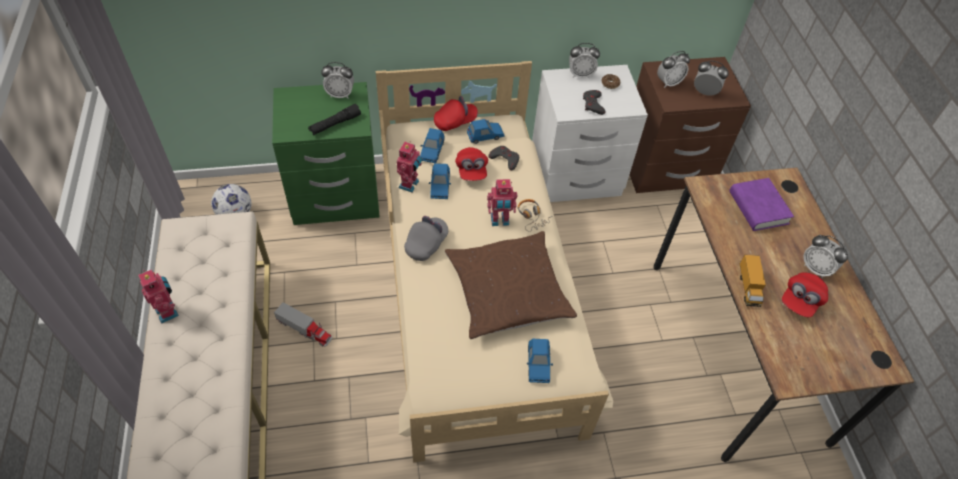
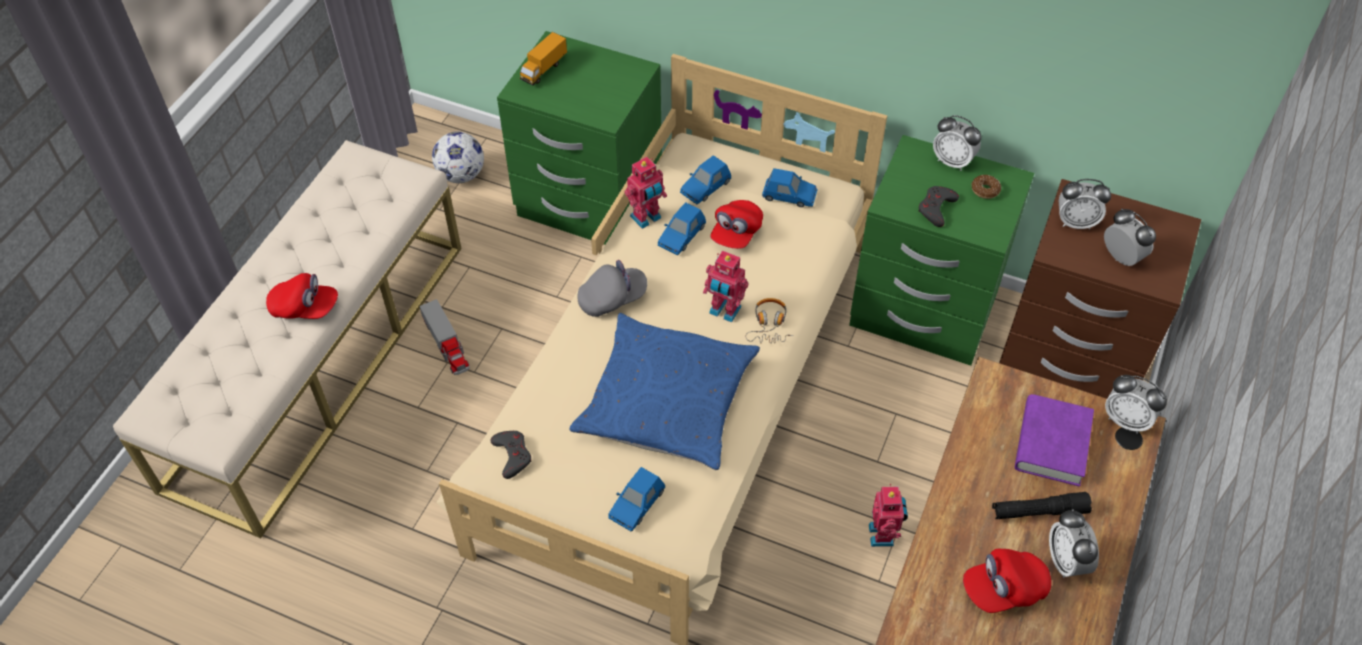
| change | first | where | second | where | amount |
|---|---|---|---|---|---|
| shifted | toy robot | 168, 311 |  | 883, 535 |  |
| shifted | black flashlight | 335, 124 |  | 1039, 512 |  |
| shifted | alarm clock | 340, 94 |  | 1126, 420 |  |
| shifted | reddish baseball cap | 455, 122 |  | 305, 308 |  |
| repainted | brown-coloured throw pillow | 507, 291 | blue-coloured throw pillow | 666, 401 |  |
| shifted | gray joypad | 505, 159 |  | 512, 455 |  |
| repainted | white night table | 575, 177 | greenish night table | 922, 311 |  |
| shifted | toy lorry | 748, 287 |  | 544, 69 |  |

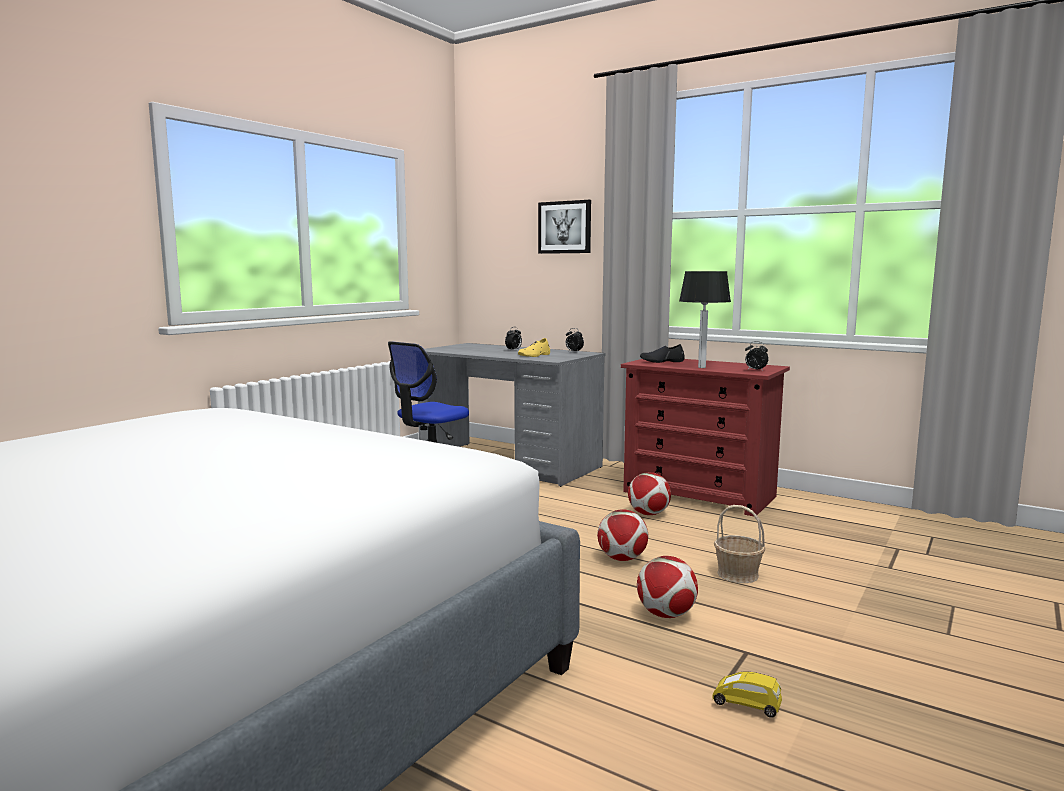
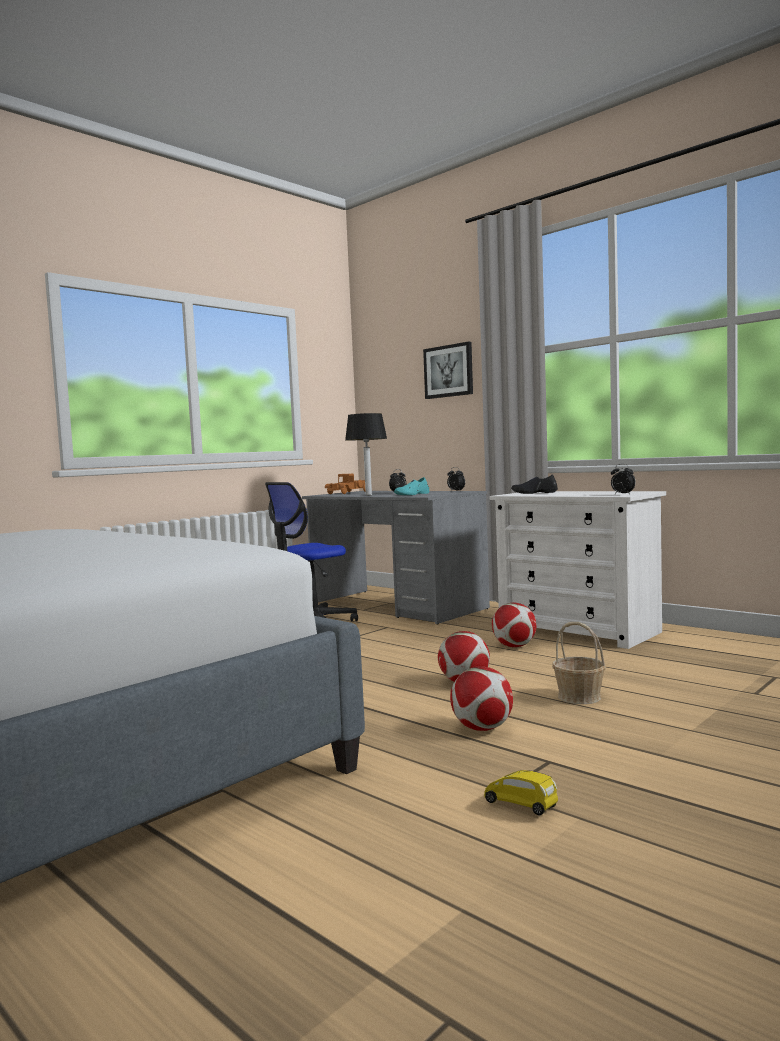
| change | first | where | second | where | amount |
|---|---|---|---|---|---|
| repainted | yellow-coloured item of footwear | 534, 355 | blue-green item of footwear | 412, 494 |  |
| repainted | reddish drawer chest | 699, 494 | white drawer chest | 578, 630 |  |
| shifted | table lamp | 702, 367 |  | 369, 495 |  |
| new |  |  | toy lorry | 349, 492 |  |

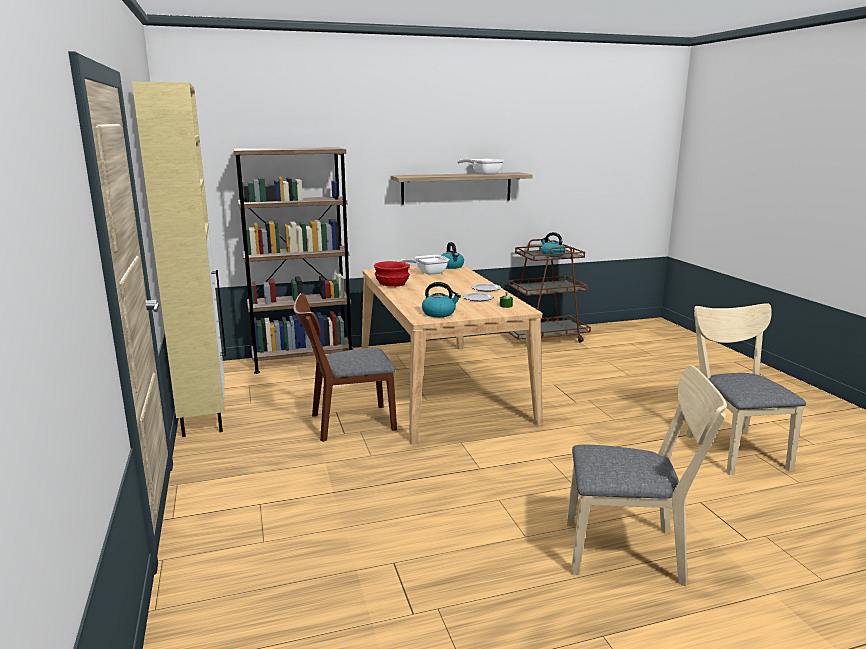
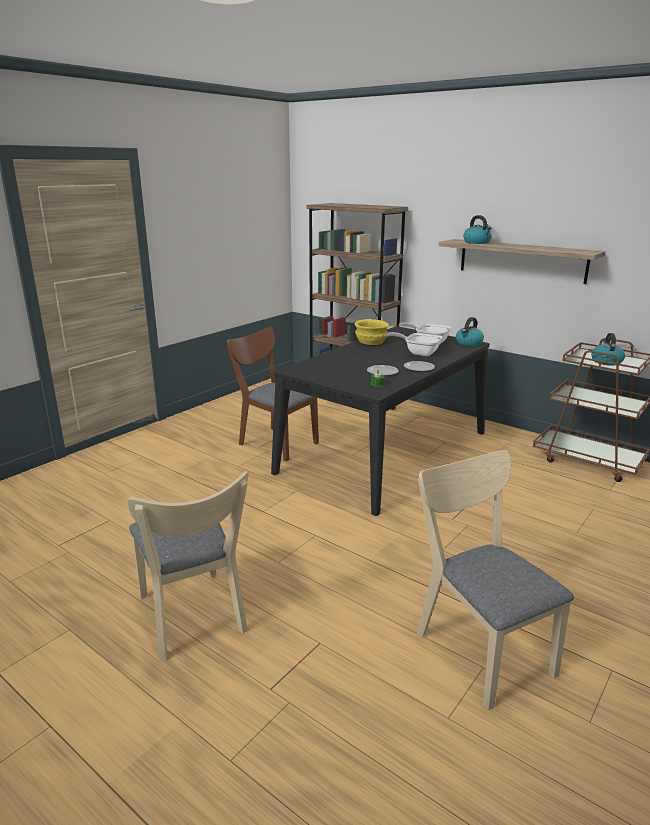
| change | first | where | second | where | amount |
|---|---|---|---|---|---|
| gone | sand-coloured storage cabinet | 204, 414 |  |  |  |
| repainted | sand-coloured dining table | 440, 387 | black dining table | 385, 451 |  |
| repainted | reddish deep dish | 392, 284 | yellow-coloured deep dish | 371, 342 |  |
| shifted | tea kettle | 439, 313 |  | 477, 242 |  |
| shifted | pan | 483, 174 |  | 418, 353 |  |
| rotated | sand-coloured upright chair | 732, 448 |  | 478, 646 | 75 degrees counterclockwise |

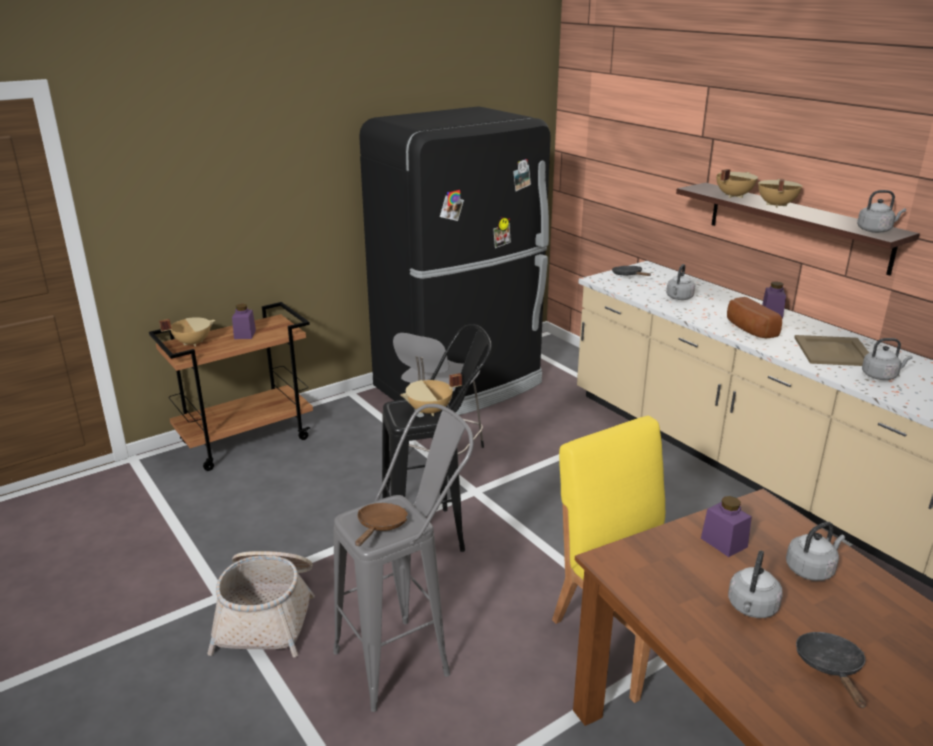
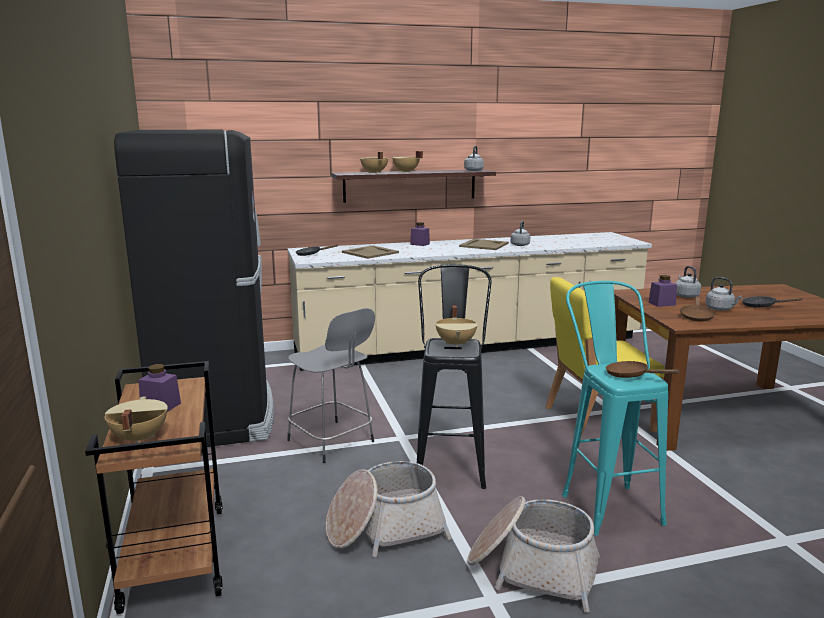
| change | first | where | second | where | amount |
|---|---|---|---|---|---|
| repainted | gray stool seat | 407, 656 | blue-green stool seat | 604, 501 |  |
| swapped | gray tea kettle | 679, 298 | sand-coloured carrying tray | 370, 252 |  |
| gone | bakery bread | 748, 329 |  |  |  |
| new |  |  | storage basket | 385, 528 |  |
| new |  |  | brown-coloured pan | 696, 316 |  |

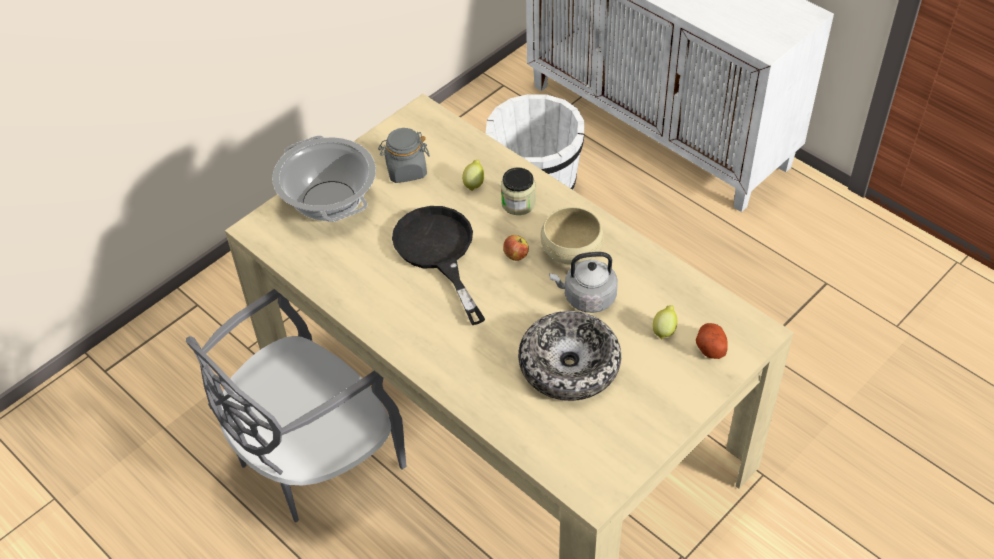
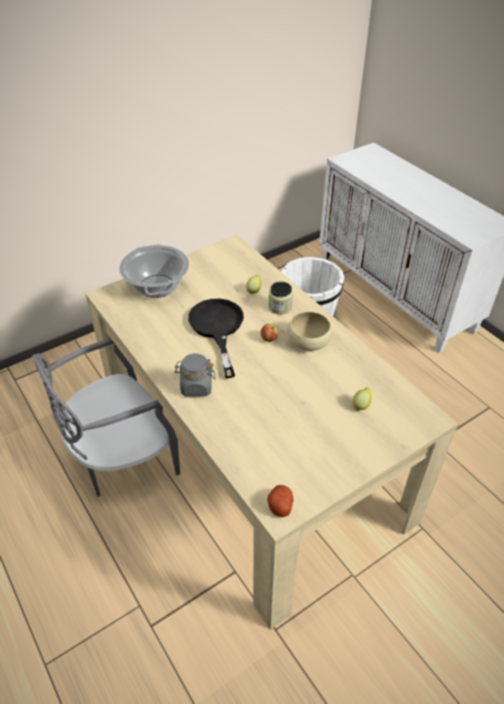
| change | first | where | second | where | amount |
|---|---|---|---|---|---|
| shifted | gray preserve jar | 406, 170 |  | 196, 386 |  |
| gone | deep dish | 569, 365 |  |  |  |
| gone | gray tea kettle | 587, 297 |  |  |  |
| shifted | whole potato | 710, 347 |  | 280, 505 |  |

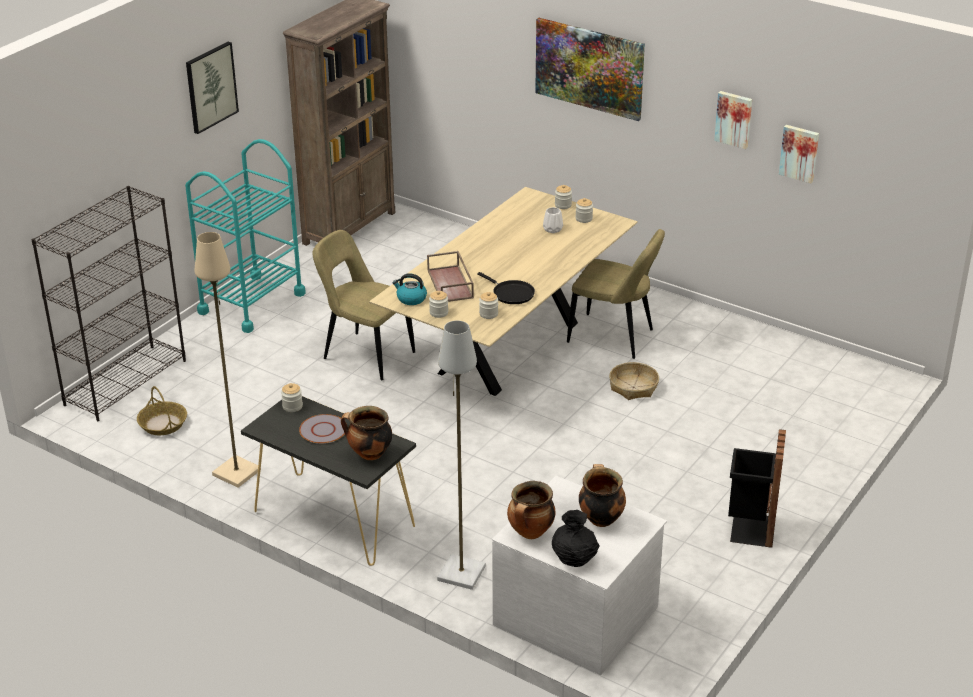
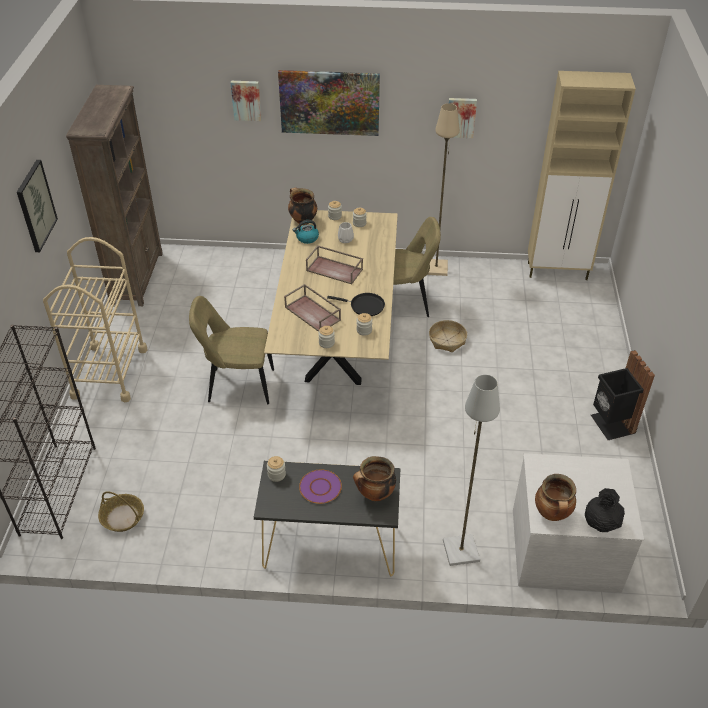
| change | first | where | second | where | amount |
|---|---|---|---|---|---|
| repainted | blue-green wheeled cart | 251, 303 | sand-coloured wheeled cart | 109, 372 |  |
| shifted | sand-coloured floor lamp | 237, 472 |  | 436, 268 |  |
| repainted | gray flat dish | 323, 430 | purple-coloured flat dish | 320, 487 |  |
| shifted | tea kettle | 411, 299 |  | 307, 238 |  |
| shifted | cooking pot | 600, 518 |  | 302, 220 |  |
| shifted | picture | 799, 153 |  | 246, 100 |  |
| new |  |  | brown-coloured carrying tray | 335, 270 |  |
| new |  |  | sand-coloured storage cabinet | 558, 271 |  |

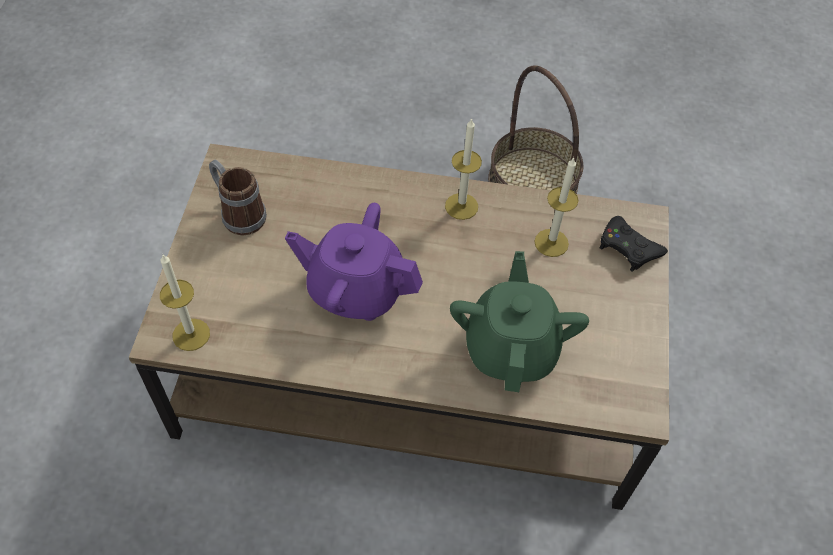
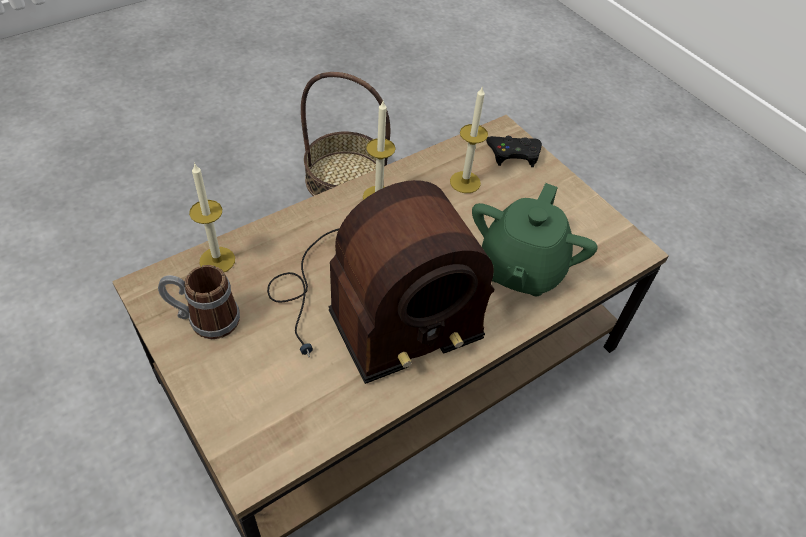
| change | first | where | second | where | amount |
|---|---|---|---|---|---|
| shifted | wax light | 191, 334 |  | 217, 260 |  |
| swapped | purple-coloured tea pot | 355, 290 | radio receiver | 370, 309 |  |
| rotated | greenish tea pot | 511, 348 |  | 520, 269 | 120 degrees counterclockwise |

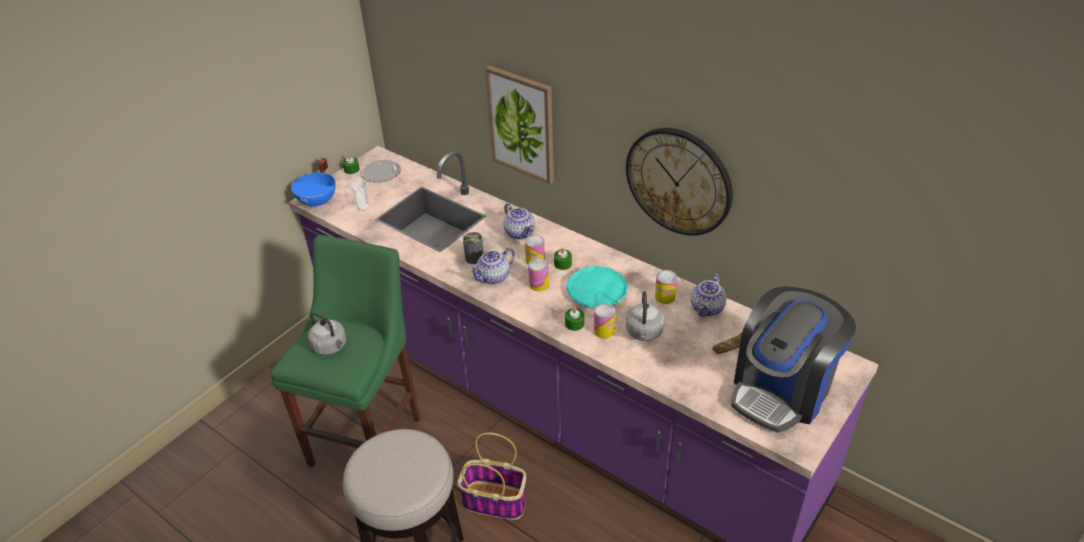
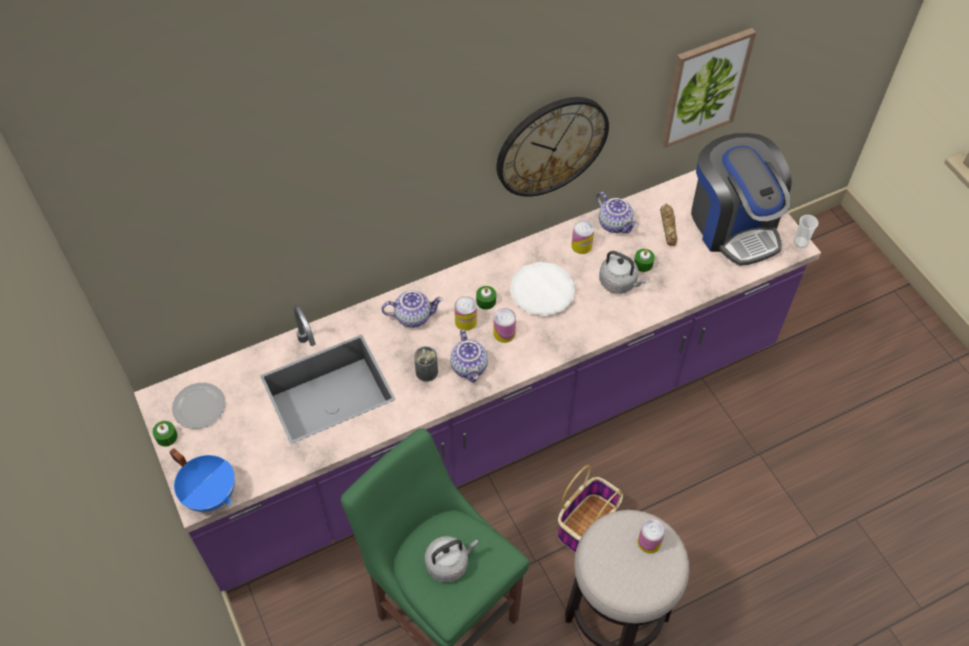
| change | first | where | second | where | amount |
|---|---|---|---|---|---|
| shifted | small cup | 363, 207 |  | 801, 242 |  |
| shifted | picture | 522, 124 |  | 704, 87 |  |
| shifted | greenish wax light | 574, 324 |  | 643, 264 |  |
| repainted | blue-green flat dish | 597, 290 | white flat dish | 542, 291 |  |
| shifted | sealed can | 604, 330 |  | 649, 542 |  |

